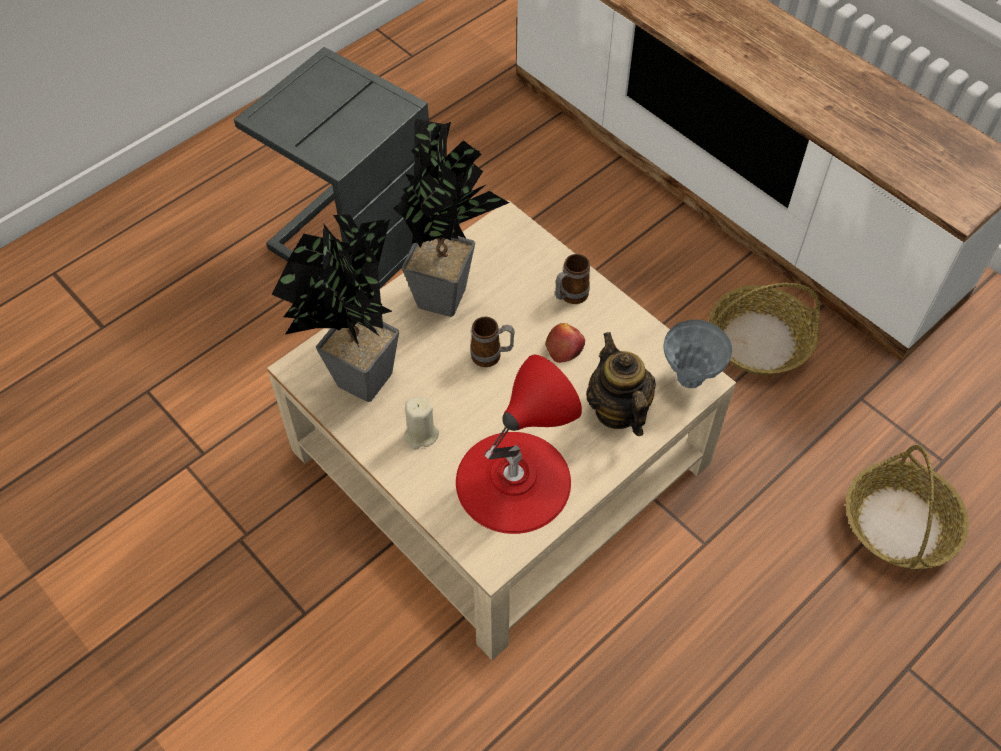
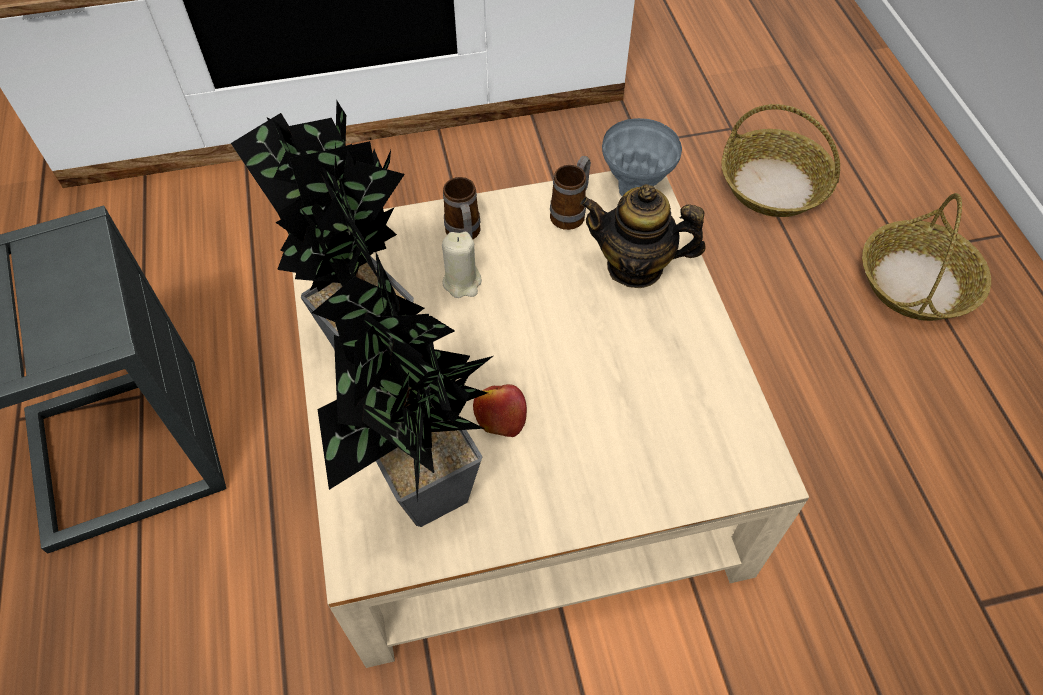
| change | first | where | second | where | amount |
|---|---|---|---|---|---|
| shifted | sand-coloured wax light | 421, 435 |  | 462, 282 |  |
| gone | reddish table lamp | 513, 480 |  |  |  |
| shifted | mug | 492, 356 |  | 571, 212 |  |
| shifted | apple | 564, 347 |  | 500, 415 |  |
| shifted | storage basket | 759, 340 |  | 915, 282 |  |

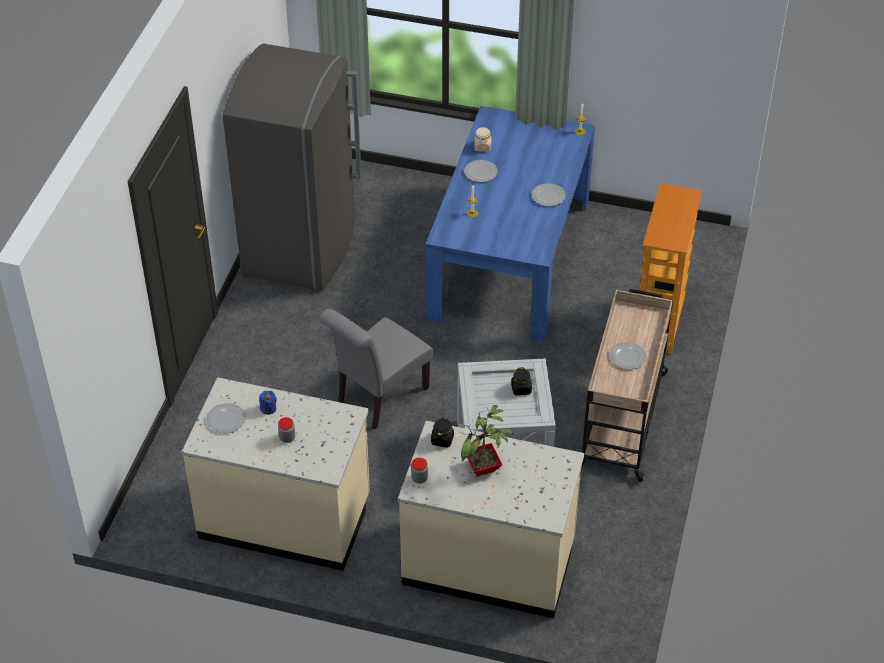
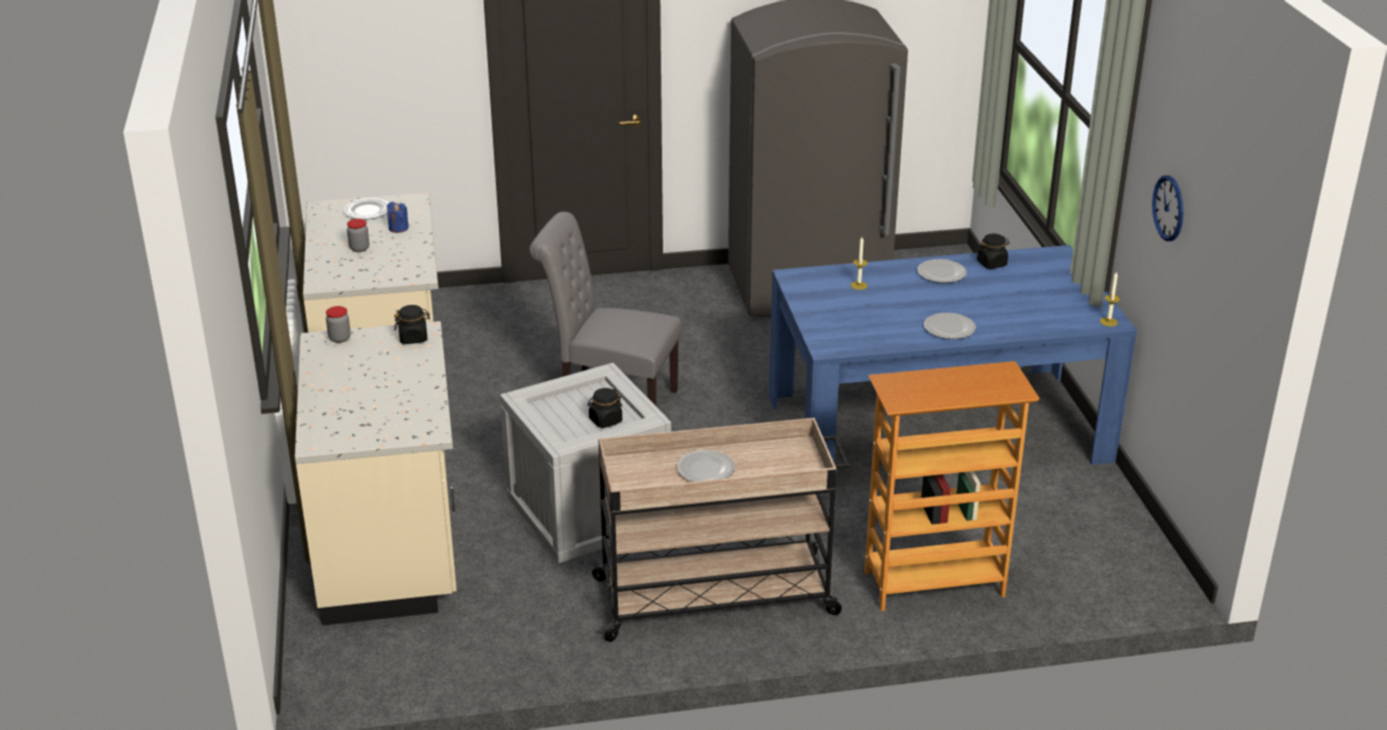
| change | first | where | second | where | amount |
|---|---|---|---|---|---|
| gone | plant in a pot | 483, 469 |  |  |  |
| repainted | sand-coloured preserve jar | 482, 146 | black preserve jar | 992, 263 |  |
| new |  |  | hanging clock | 1168, 208 |  |

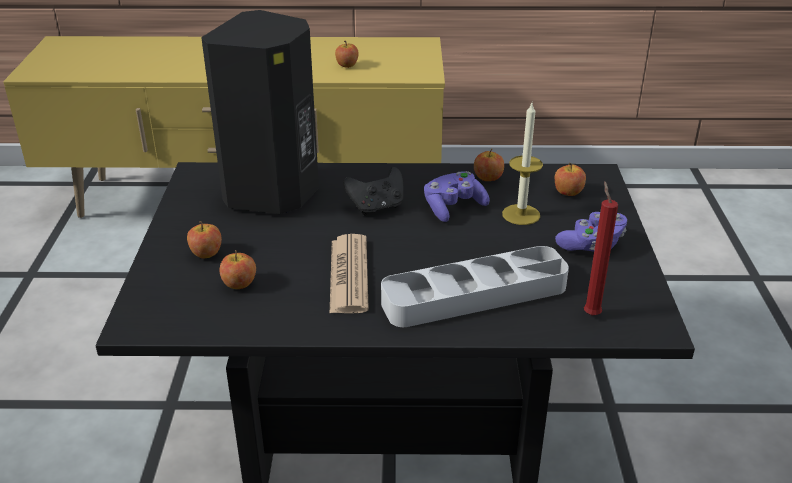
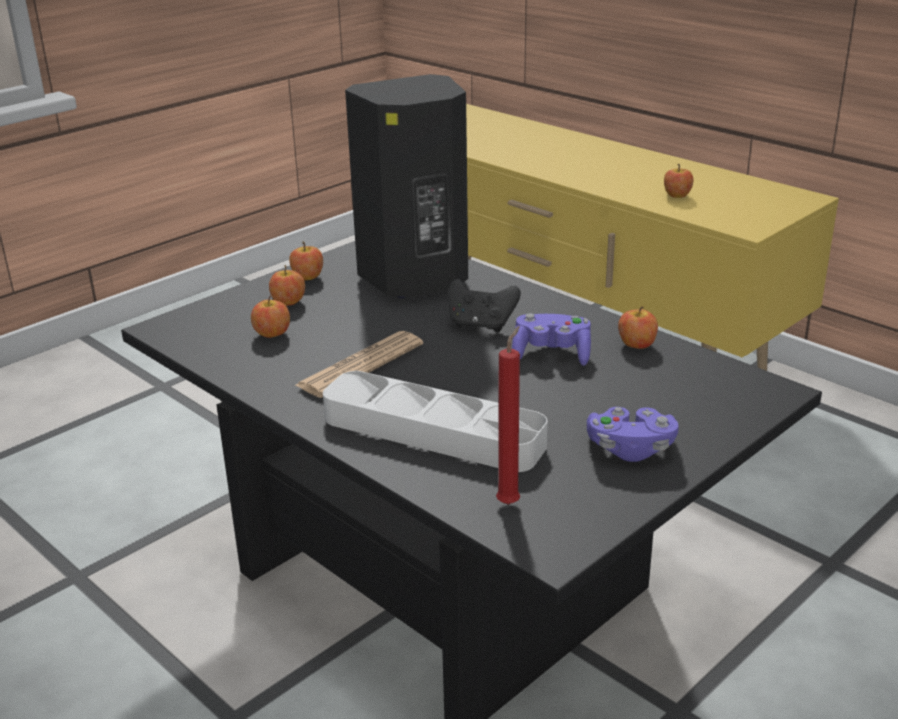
| change | first | where | second | where | amount |
|---|---|---|---|---|---|
| gone | wax light | 521, 214 |  |  |  |
| shifted | apple | 568, 192 |  | 307, 277 |  |

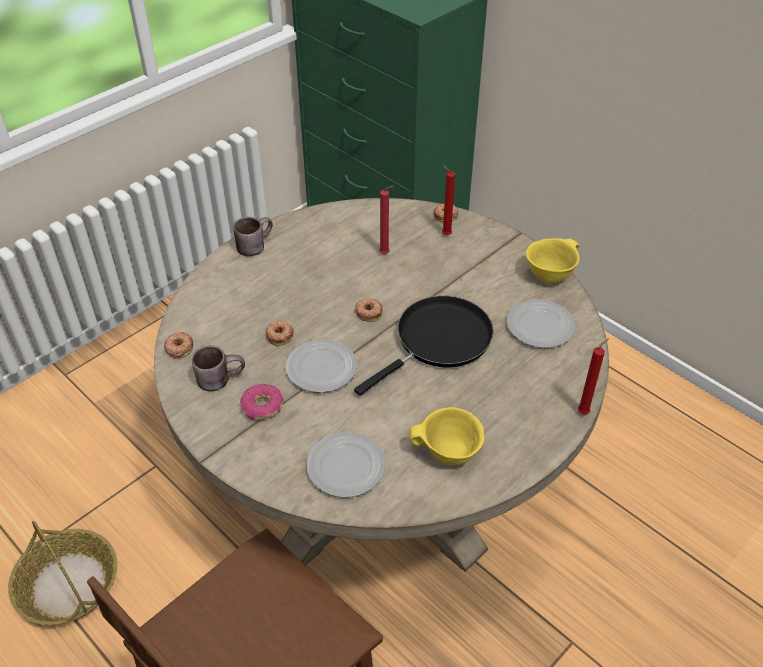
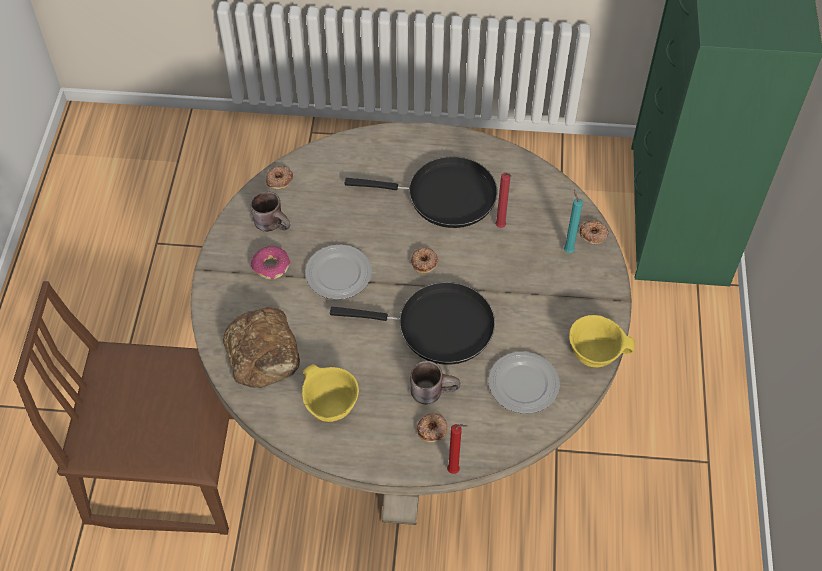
| change | first | where | second | where | amount |
|---|---|---|---|---|---|
| gone | storage basket | 68, 585 |  |  |  |
| shifted | brown-coloured mug | 253, 244 |  | 433, 389 |  |
| shifted | donut | 280, 335 |  | 432, 429 |  |
| swapped | flat dish | 347, 466 | bakery bread | 264, 353 |  |
| repainted | reddish wax light | 445, 234 | blue-green wax light | 567, 250 |  |
| new |  |  | black pan | 444, 196 |  |

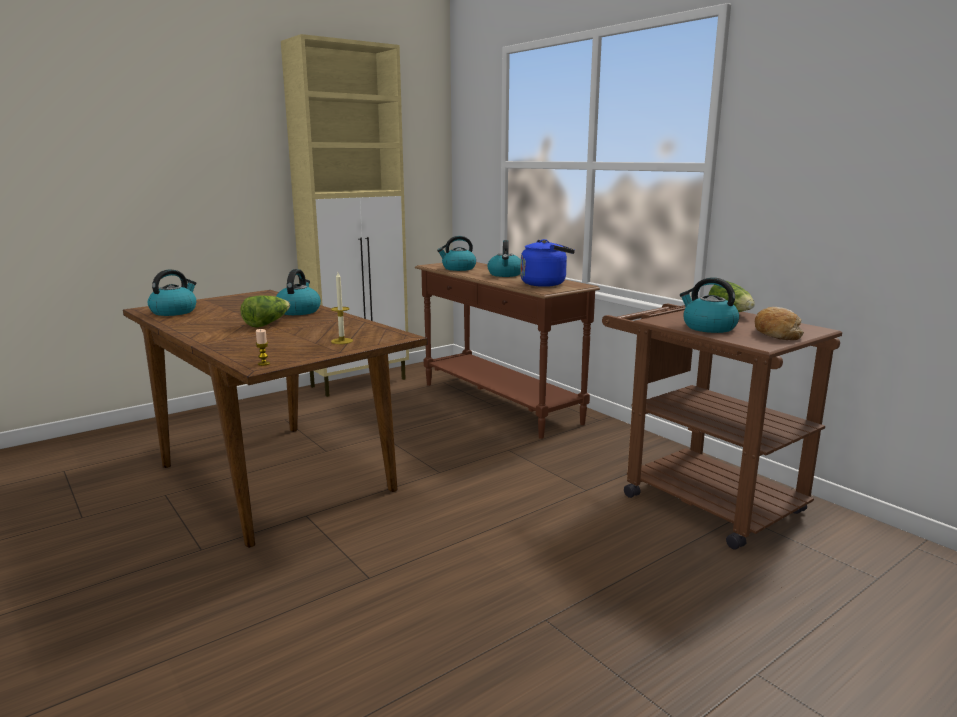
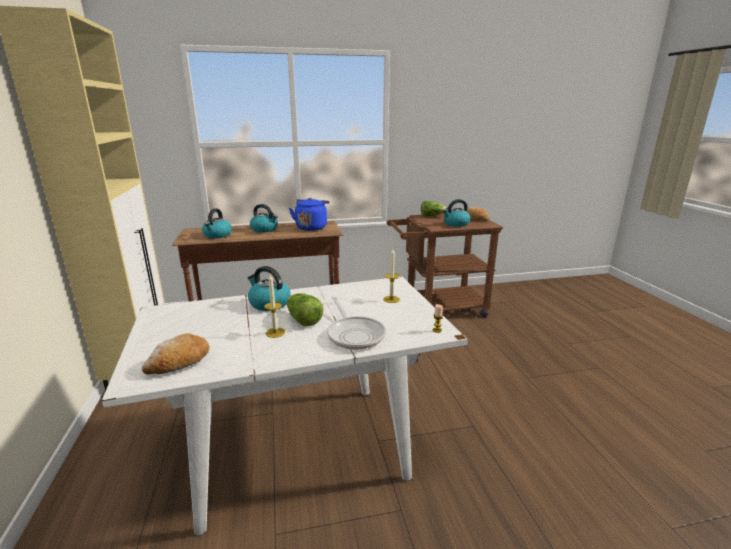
| change | first | where | second | where | amount |
|---|---|---|---|---|---|
| repainted | brown-coloured dining table | 276, 478 | white dining table | 301, 448 |  |
| swapped | tea kettle | 174, 311 | bakery bread | 179, 363 |  |
| new |  |  | wax light | 275, 332 |  |
| new |  |  | pan | 354, 334 |  |

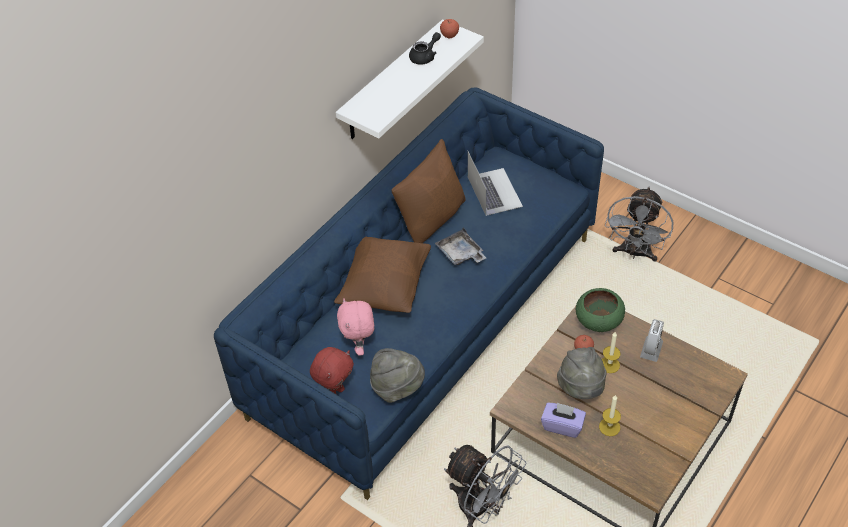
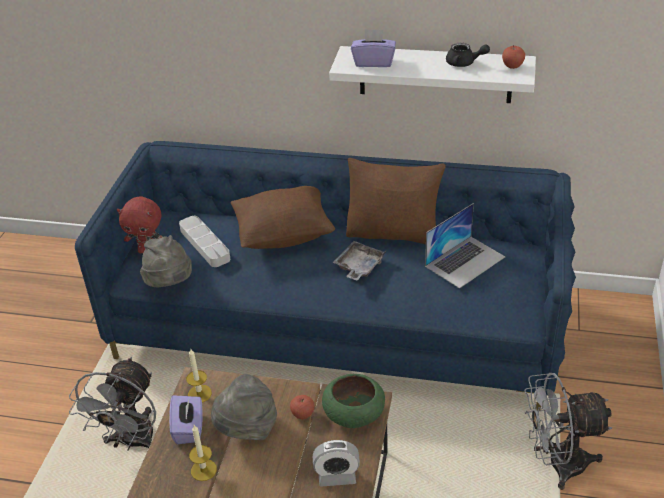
| change | first | where | second | where | amount |
|---|---|---|---|---|---|
| swapped | pinkish soft toy | 359, 346 | gray carrying tray | 205, 244 |  |
| shifted | wax light | 609, 364 |  | 199, 394 |  |
| new |  |  | purple-coloured tissue box | 373, 62 |  |

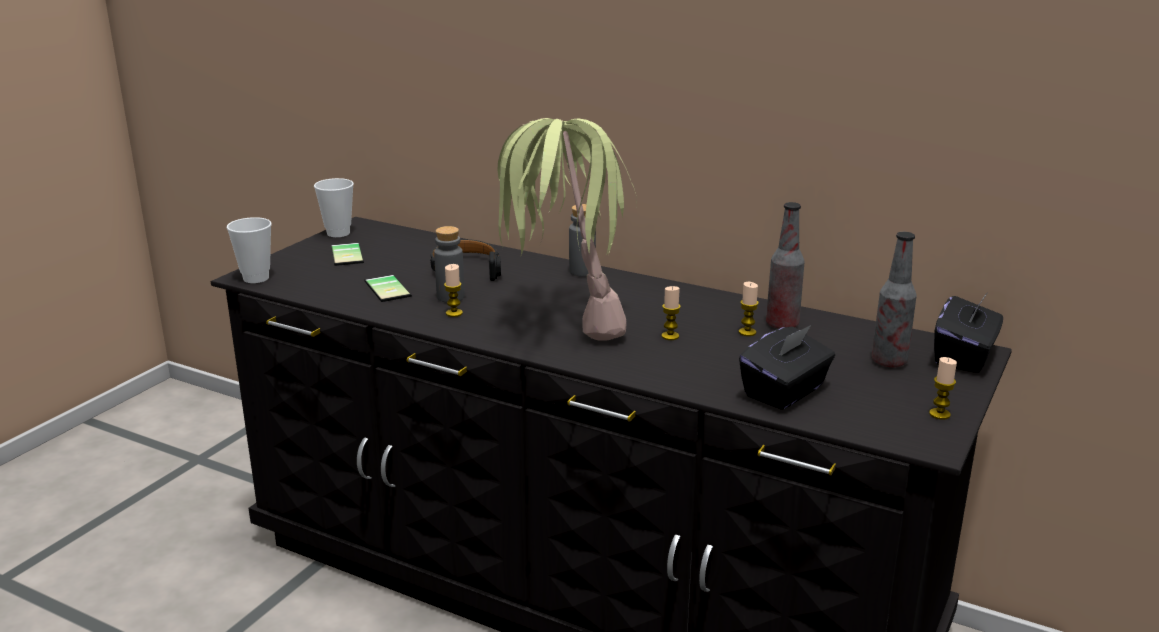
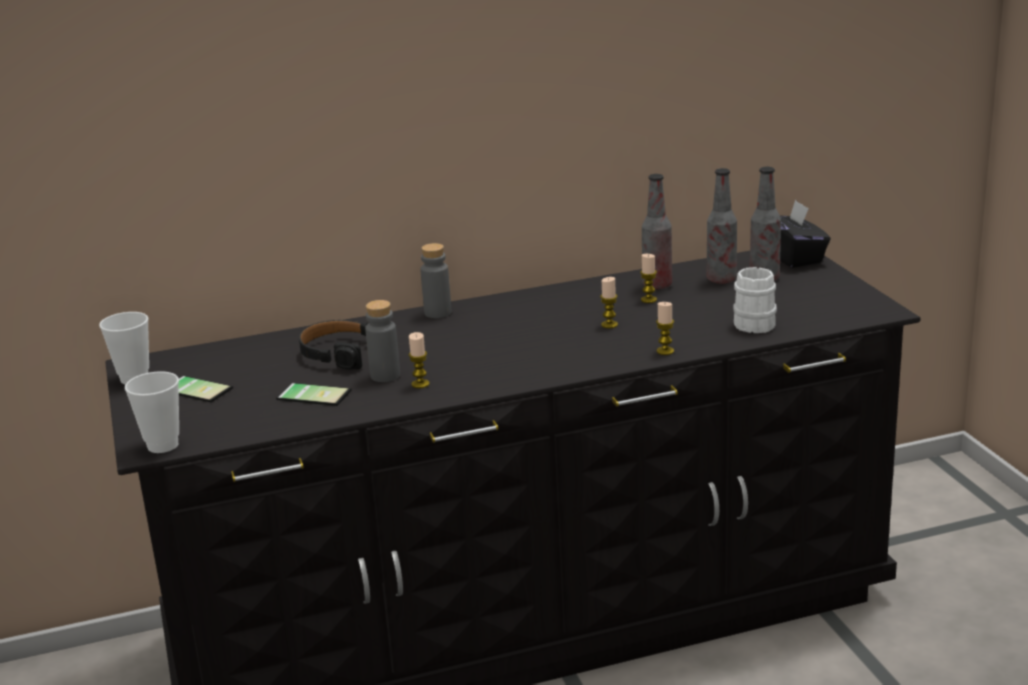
| change | first | where | second | where | amount |
|---|---|---|---|---|---|
| gone | plant in a pot | 564, 325 |  |  |  |
| swapped | black tissue box | 785, 391 | white mug | 753, 322 |  |
| shifted | wax light | 939, 414 |  | 665, 351 |  |
| new |  |  | bottle | 721, 279 |  |

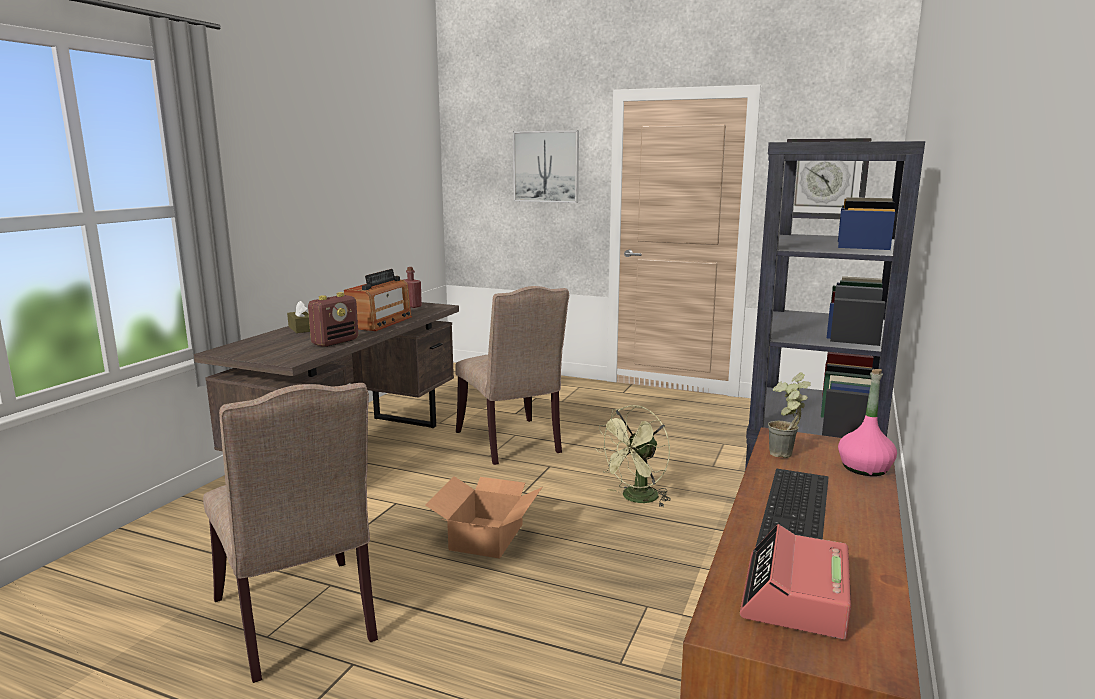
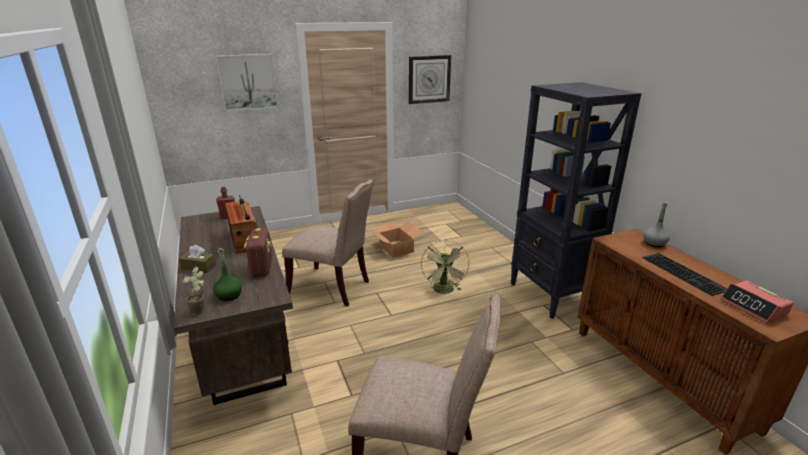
| change | first | where | second | where | amount |
|---|---|---|---|---|---|
| shifted | carton | 487, 537 |  | 396, 248 |  |
| shifted | plant in a pot | 786, 457 |  | 201, 313 |  |
| repainted | pinkish bottle | 864, 468 | gray bottle | 654, 243 |  |
| new |  |  | greenish bottle | 229, 295 |  |

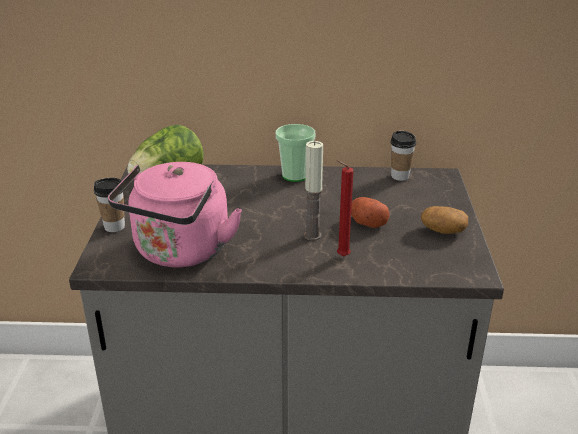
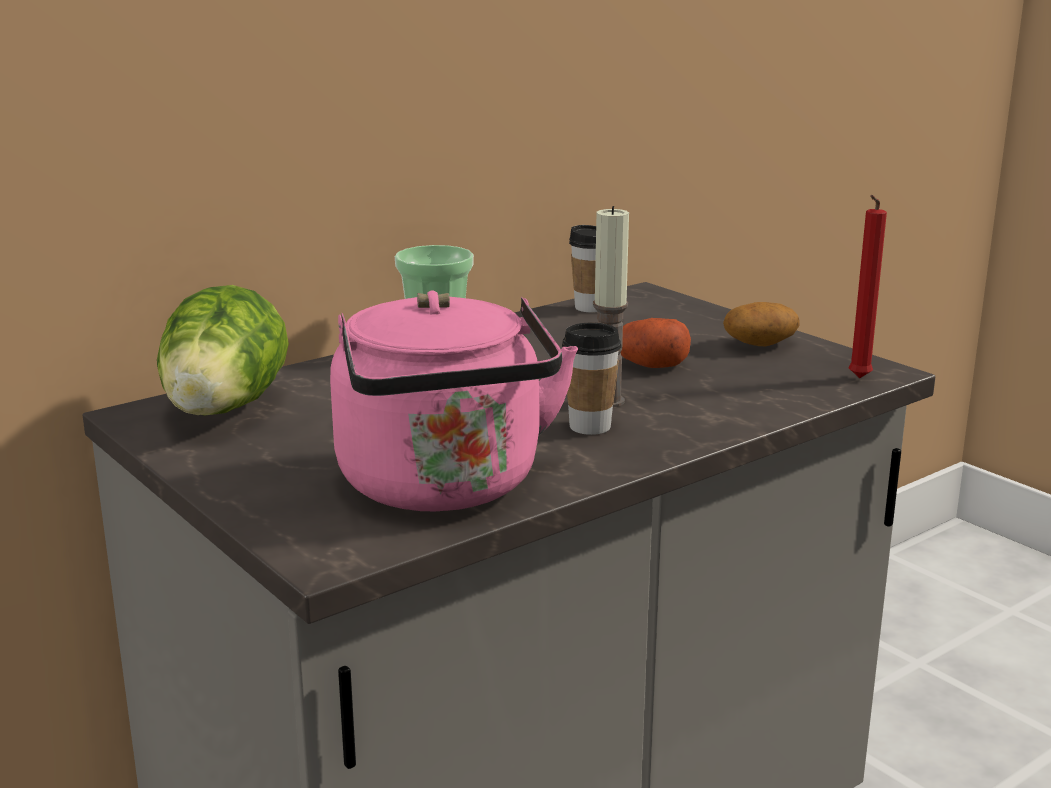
| change | first | where | second | where | amount |
|---|---|---|---|---|---|
| shifted | small cup | 114, 227 |  | 590, 426 |  |
| shifted | reddish wax light | 341, 256 |  | 857, 379 |  |

